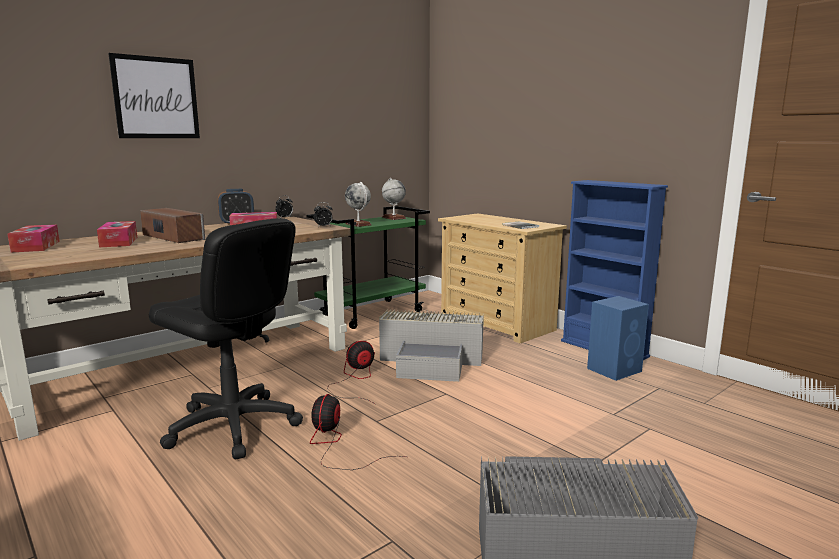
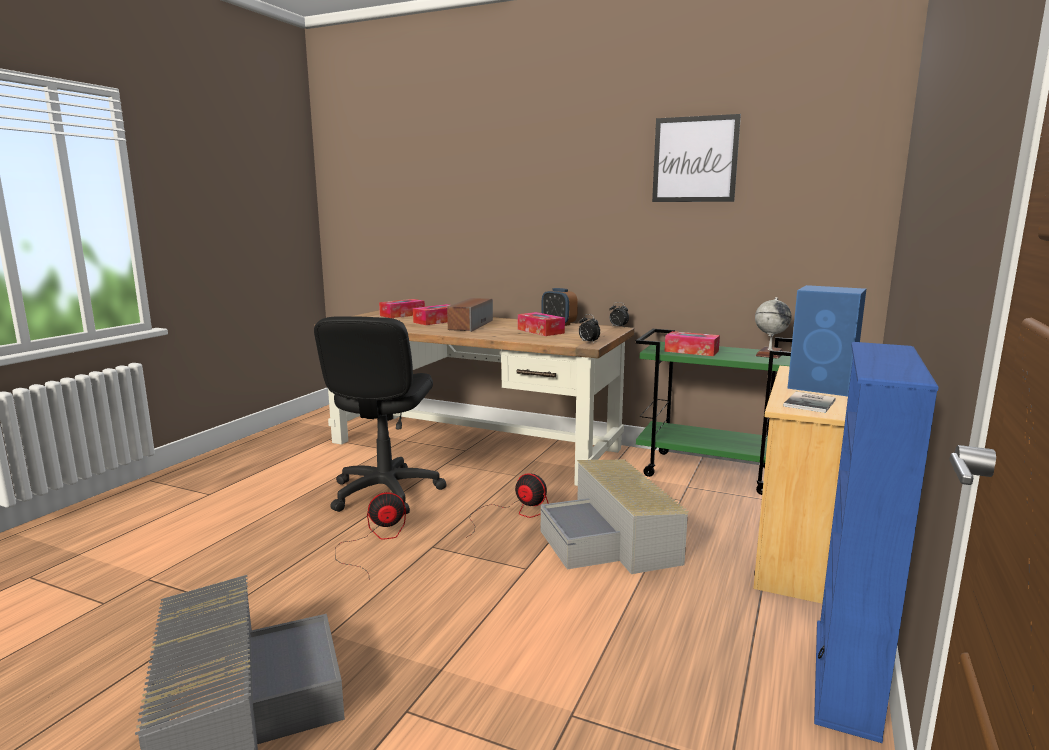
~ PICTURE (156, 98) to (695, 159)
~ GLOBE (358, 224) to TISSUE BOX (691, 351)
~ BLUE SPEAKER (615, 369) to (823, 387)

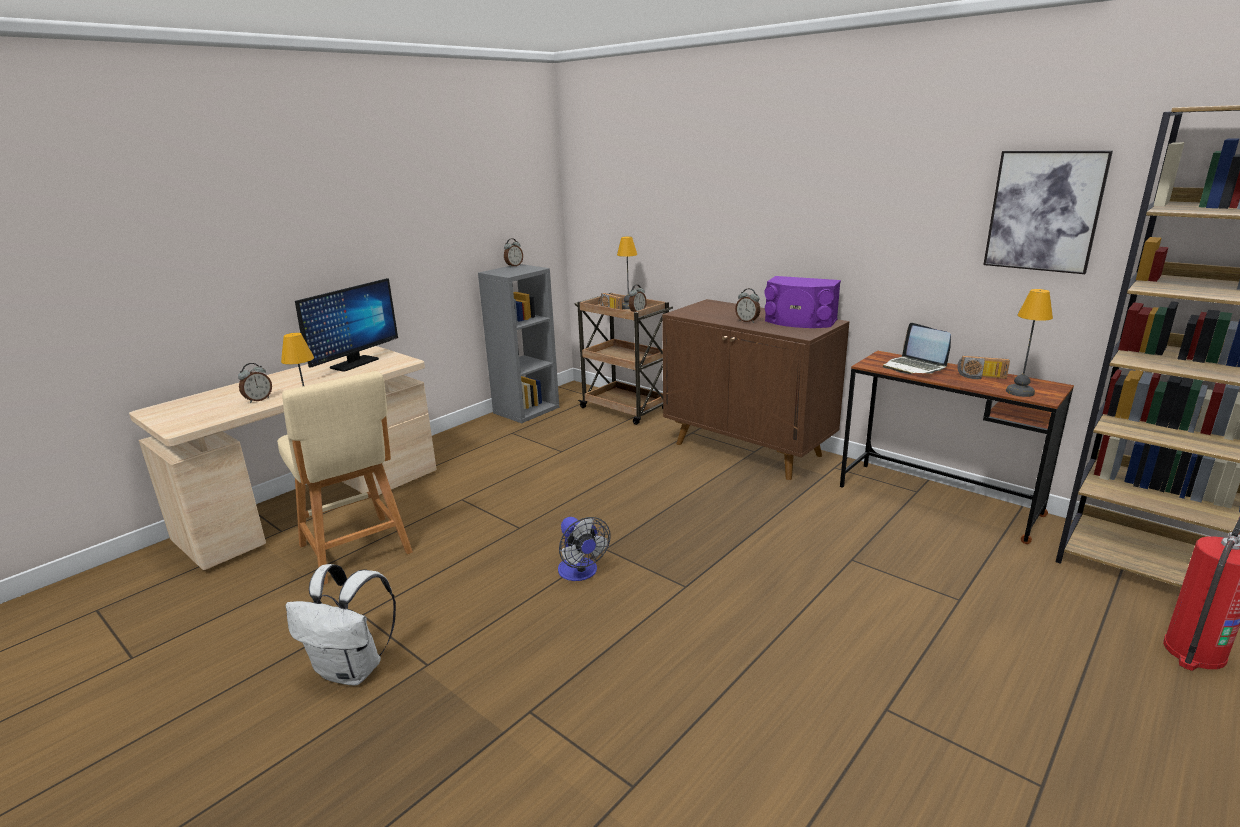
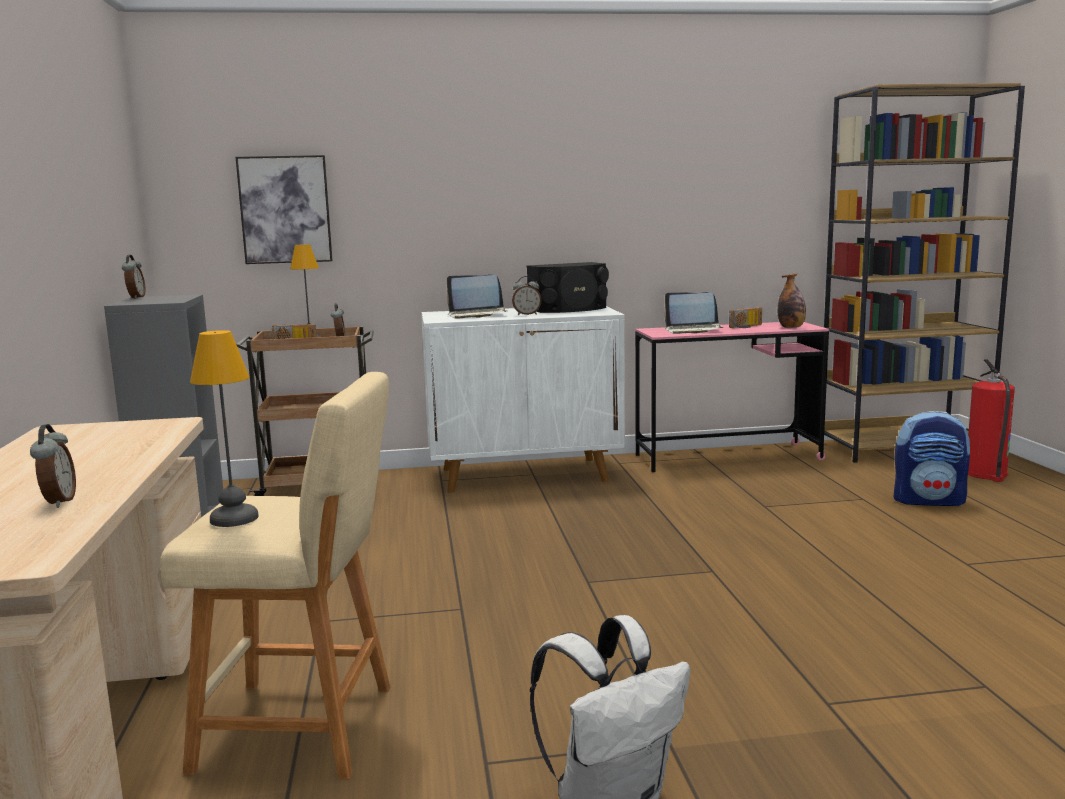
~ PICTURE (1044, 211) to (285, 210)
~ PURPLE SPEAKER (799, 321) to BLACK SPEAKER (569, 309)
- MONITOR (354, 363)
~ TABLE LAMP (1020, 392) to BOTTLE (791, 327)
~ BROWN CABINET (748, 450) to WHITE CABINET (525, 475)
~ BROWN DESK (937, 500) to PINK DESK (727, 457)
- FAN (580, 573)
+ LAPTOP (477, 315)
+ BACKPACK (929, 501)

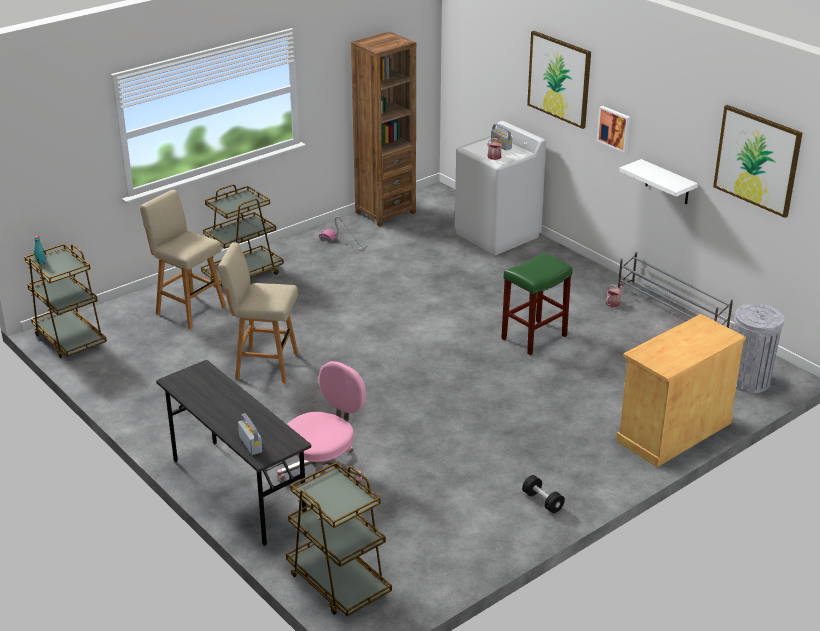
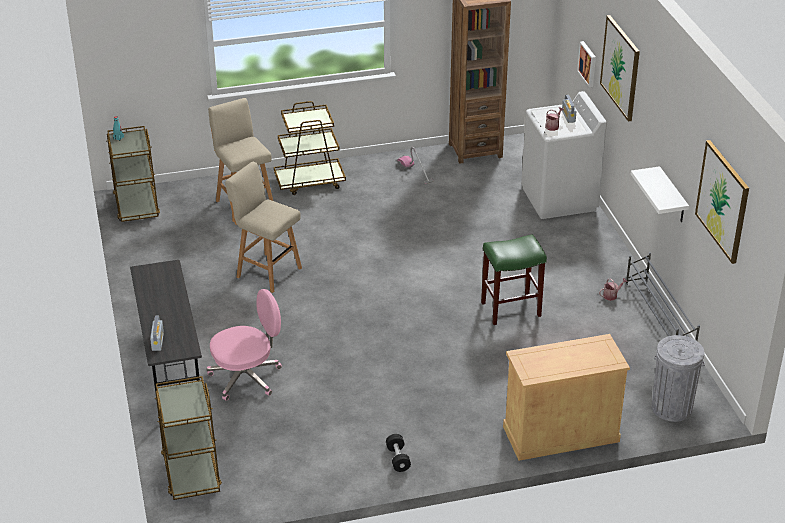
~ PICTURE (615, 128) to (588, 63)

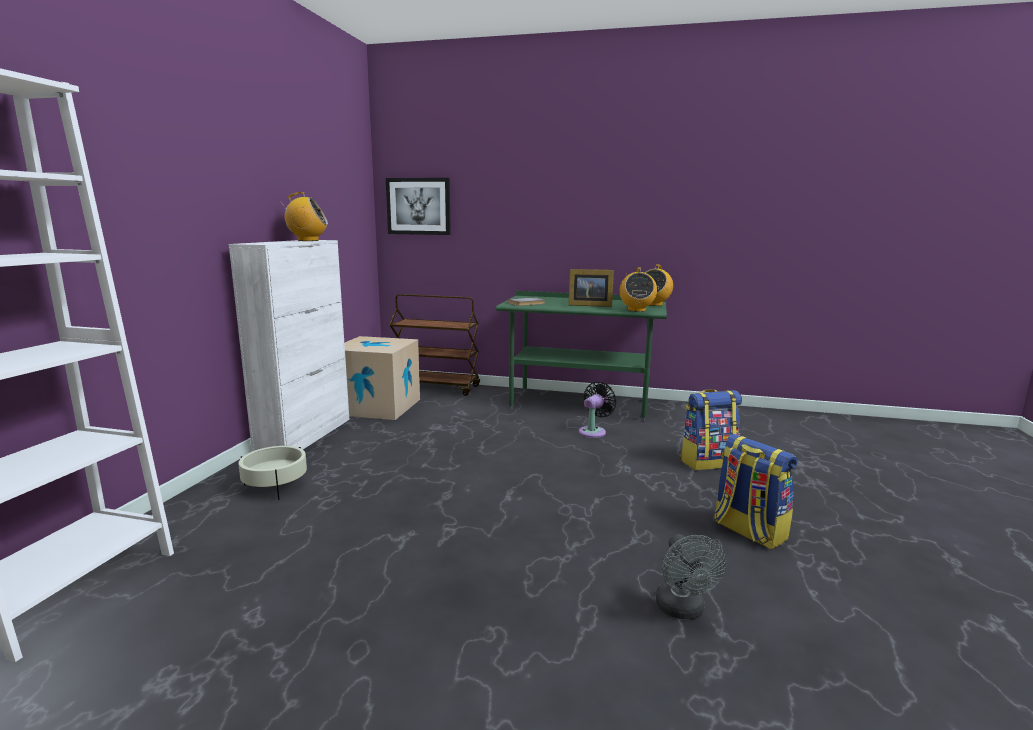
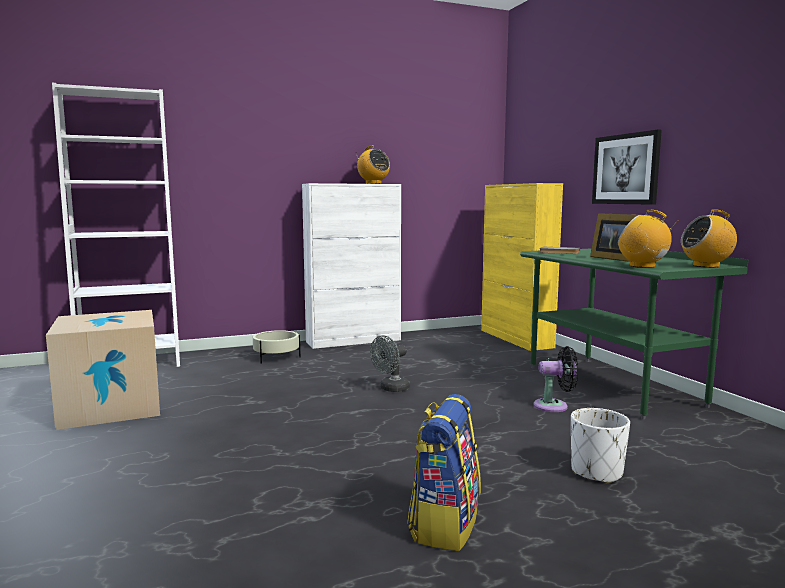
~ PICTURE (418, 206) to (625, 169)
~ RADIO (636, 310) = (642, 266) 75 degrees clockwise
~ BROWN CART (436, 388) to YELLOW CABINET (516, 339)
~ CARDBOARD BOX (378, 406) to (111, 407)
~ BACKPACK (708, 462) to WHITE PLANTER (596, 472)
~ GREY FAN (683, 610) to (391, 389)

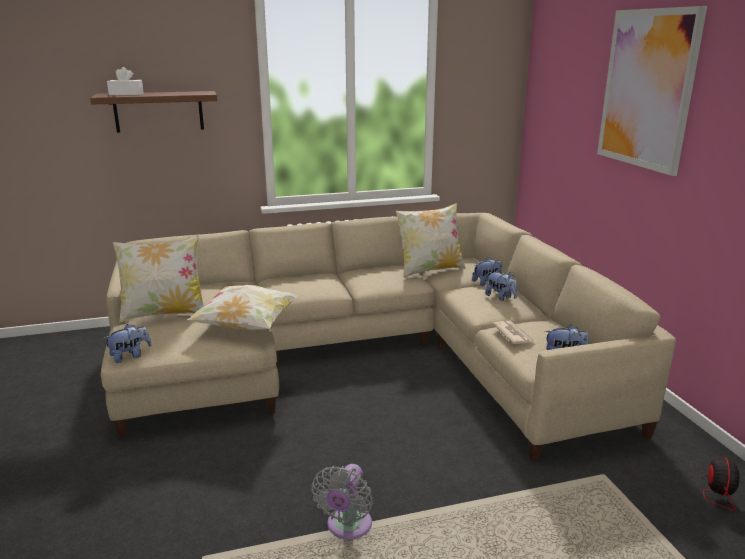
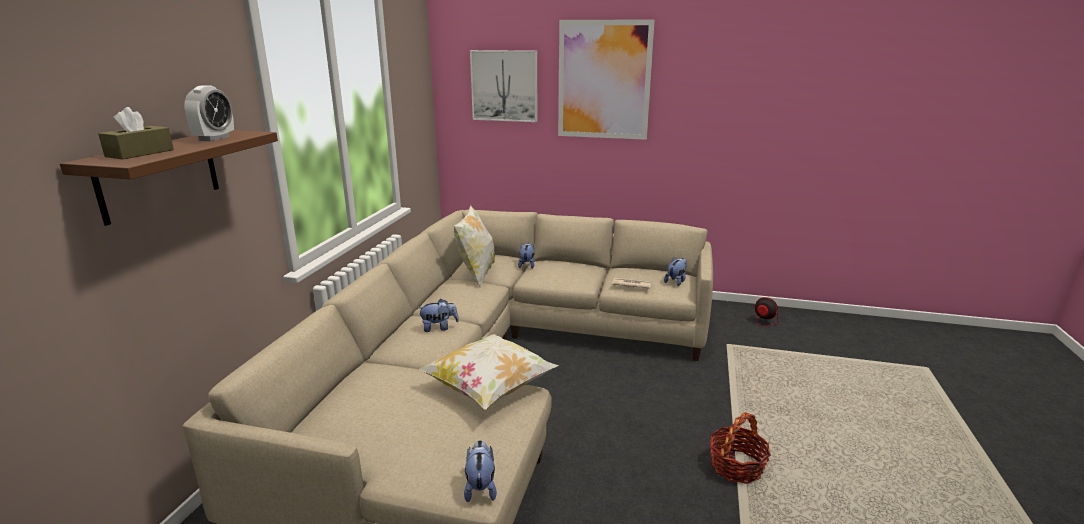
~ WHITE TISSUE BOX (126, 94) to BROWN TISSUE BOX (140, 153)
- PILLOW (164, 313)
~ PLUSH TOY (501, 297) to (439, 328)
~ GREY FAN (347, 527) to BASKET (736, 466)
+ PICTURE (504, 86)
+ ALARM CLOCK (214, 138)

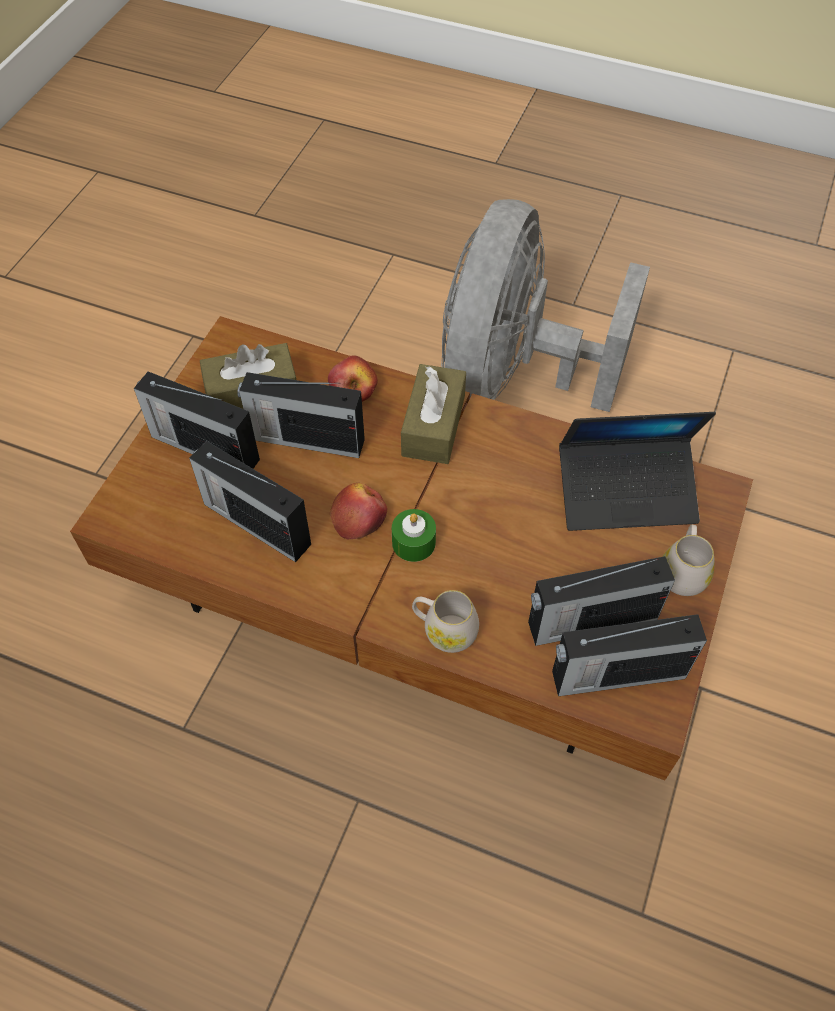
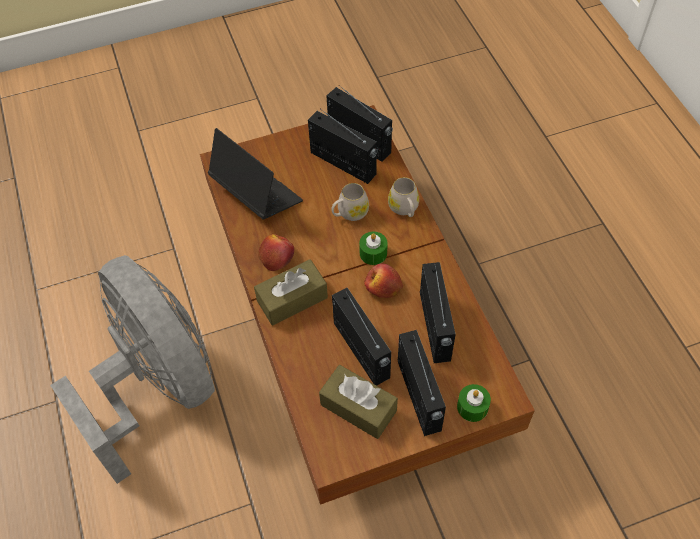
~ GREY FAN (513, 379) = (157, 386) 105 degrees counterclockwise
~ APPLE (353, 388) to (276, 256)
~ WHITE MUG (682, 572) to (349, 213)
+ GREEN CANDLE (472, 407)

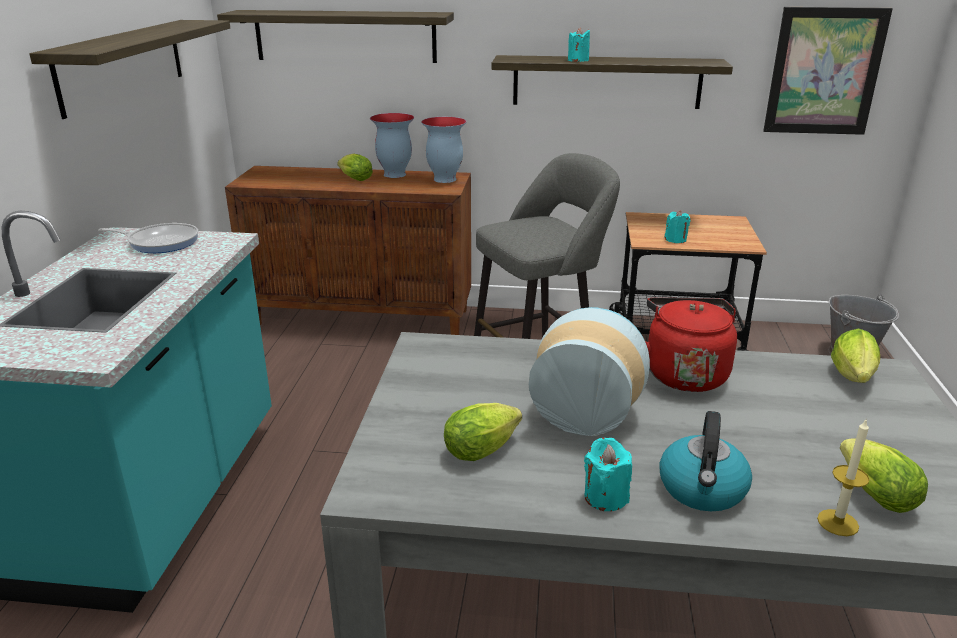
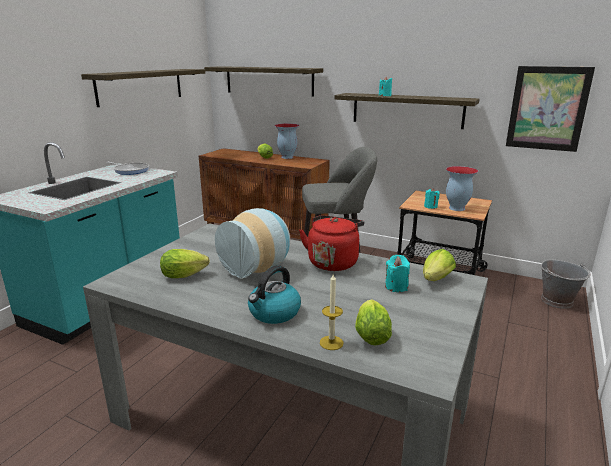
~ VASE (444, 179) to (456, 208)
~ TURQUOISE CANDLE (605, 497) to (396, 287)

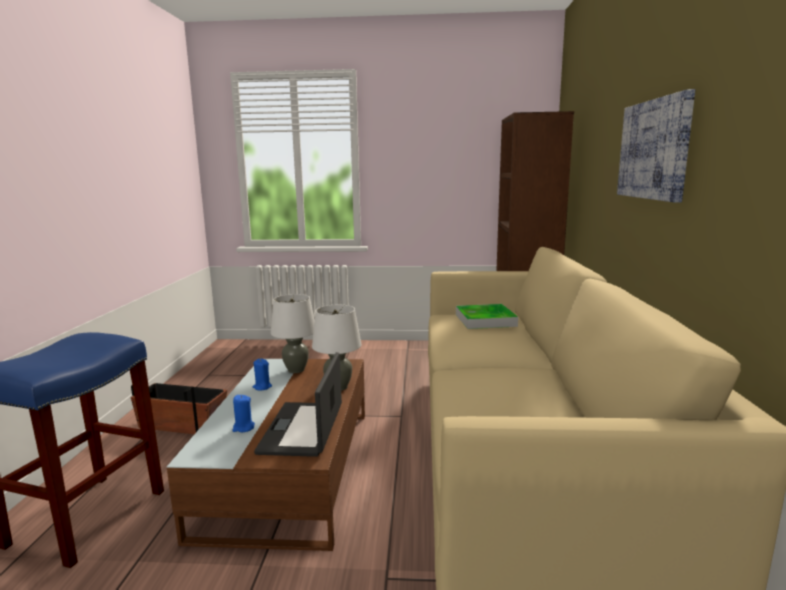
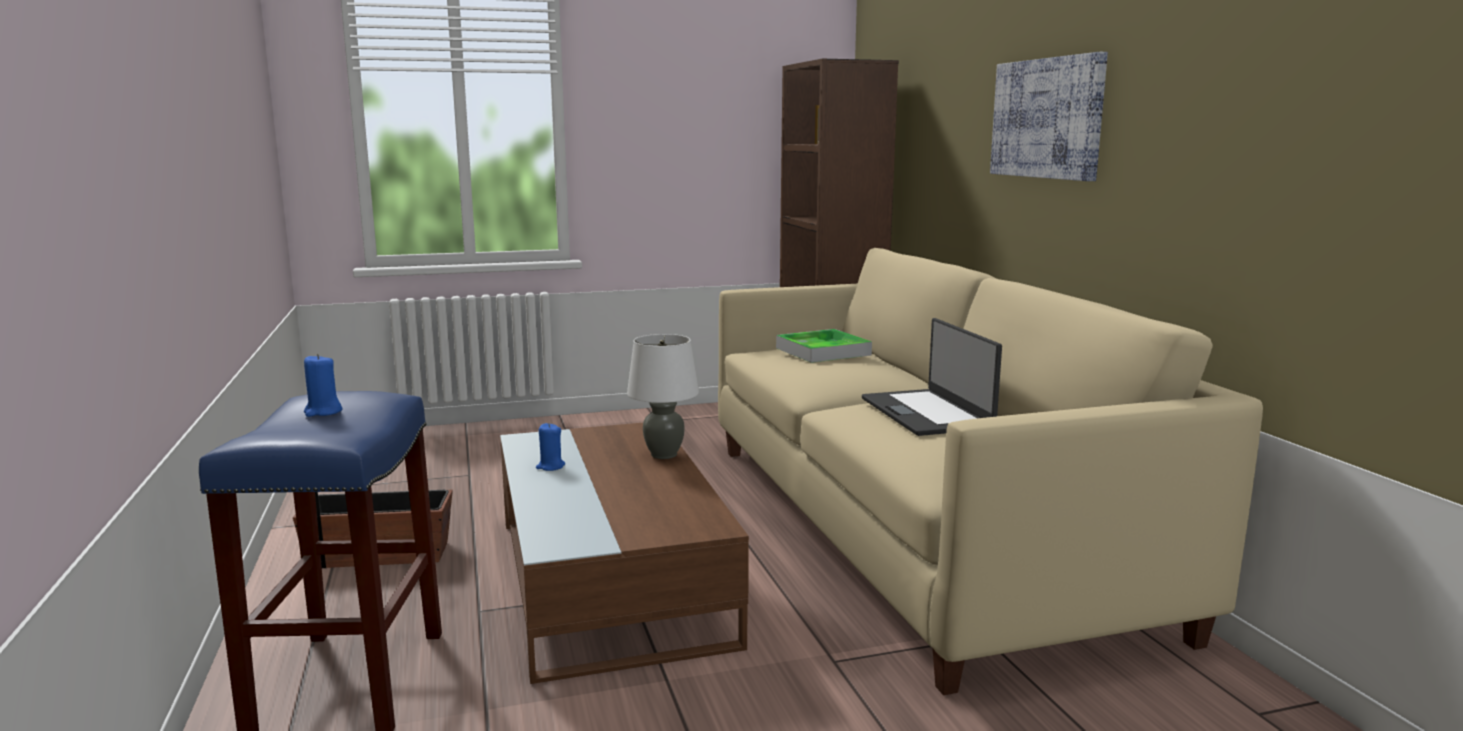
- WHITE TABLE LAMP (296, 370)
~ LAPTOP (303, 429) to (927, 413)
~ BLUE CANDLE (243, 428) to (323, 412)

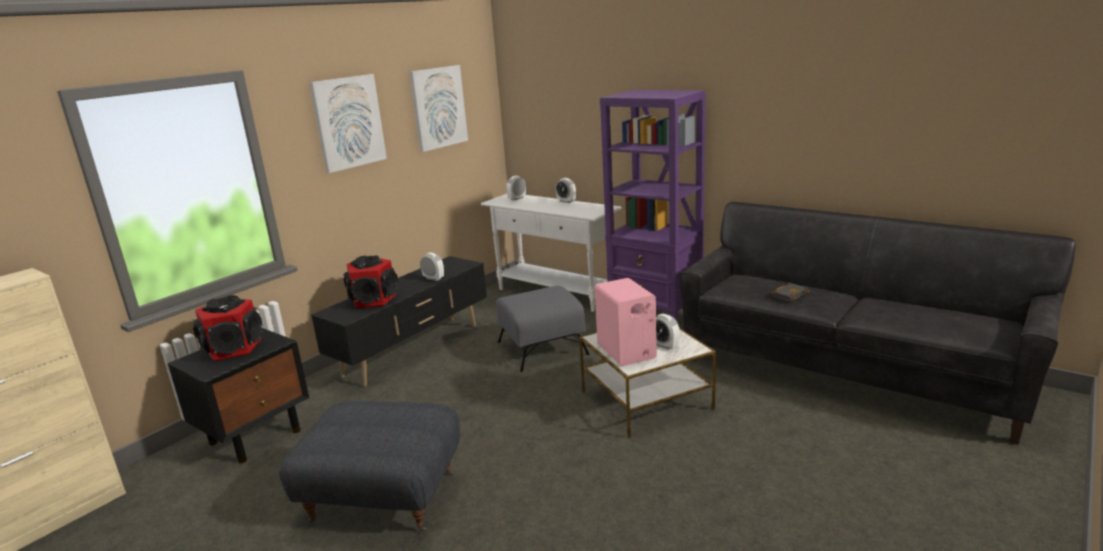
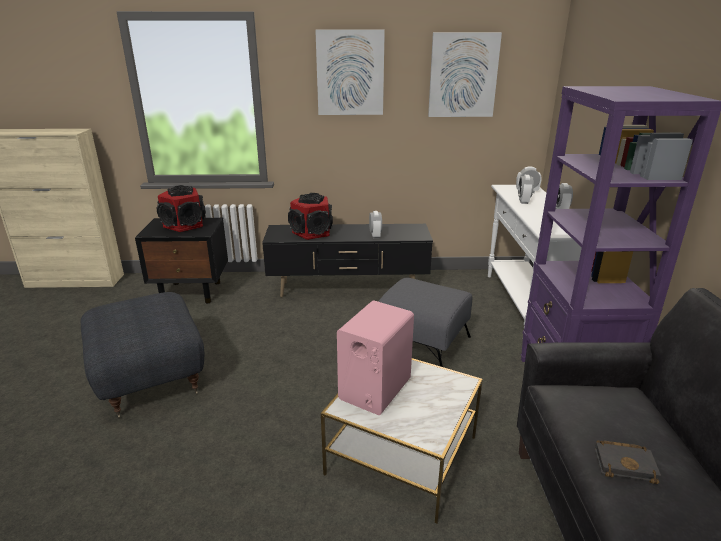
~ ALARM CLOCK (664, 345) to (523, 201)

